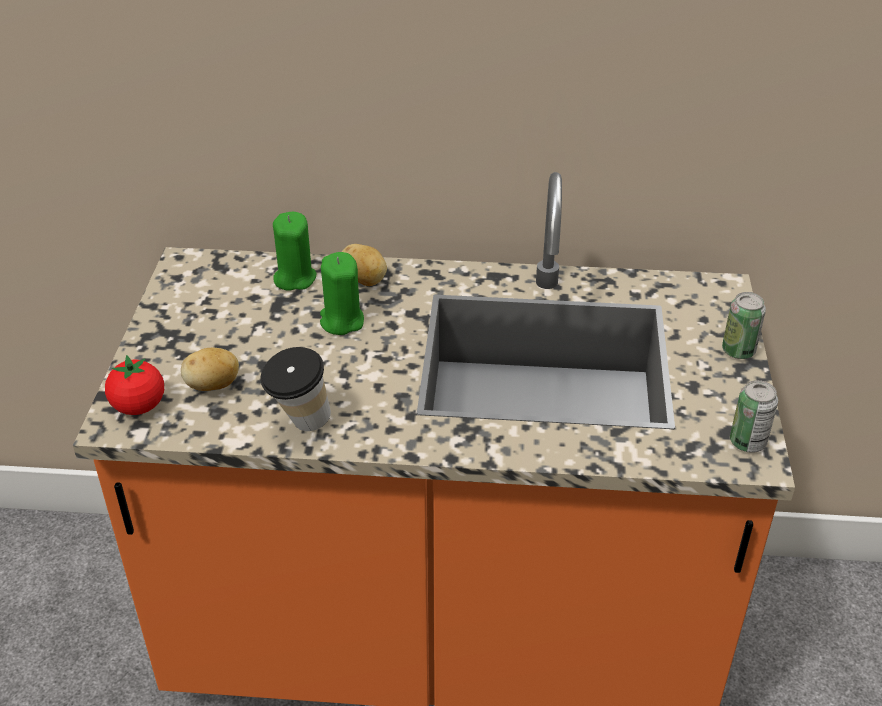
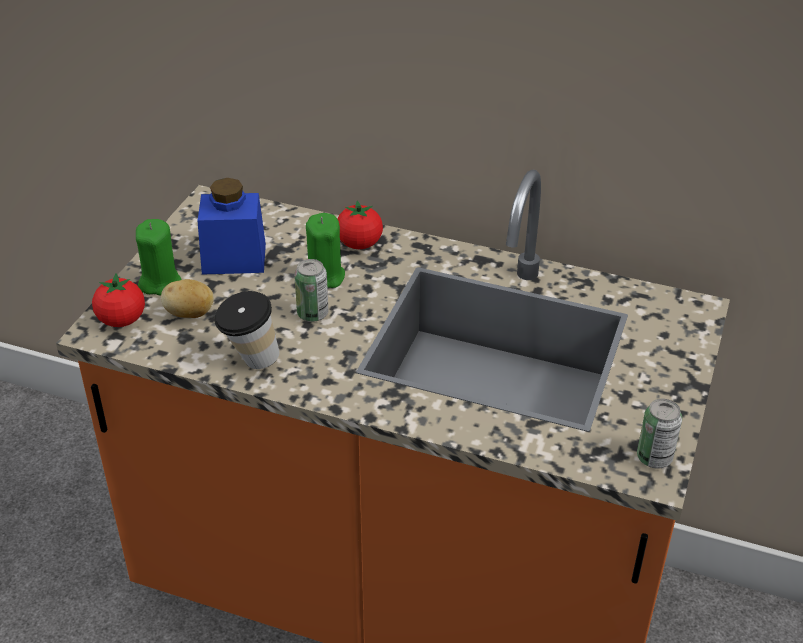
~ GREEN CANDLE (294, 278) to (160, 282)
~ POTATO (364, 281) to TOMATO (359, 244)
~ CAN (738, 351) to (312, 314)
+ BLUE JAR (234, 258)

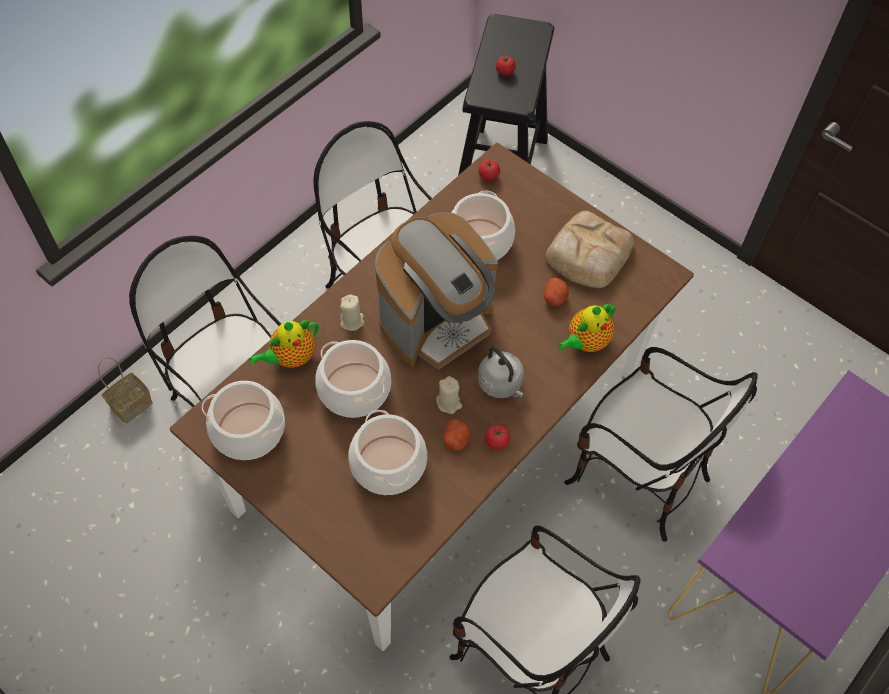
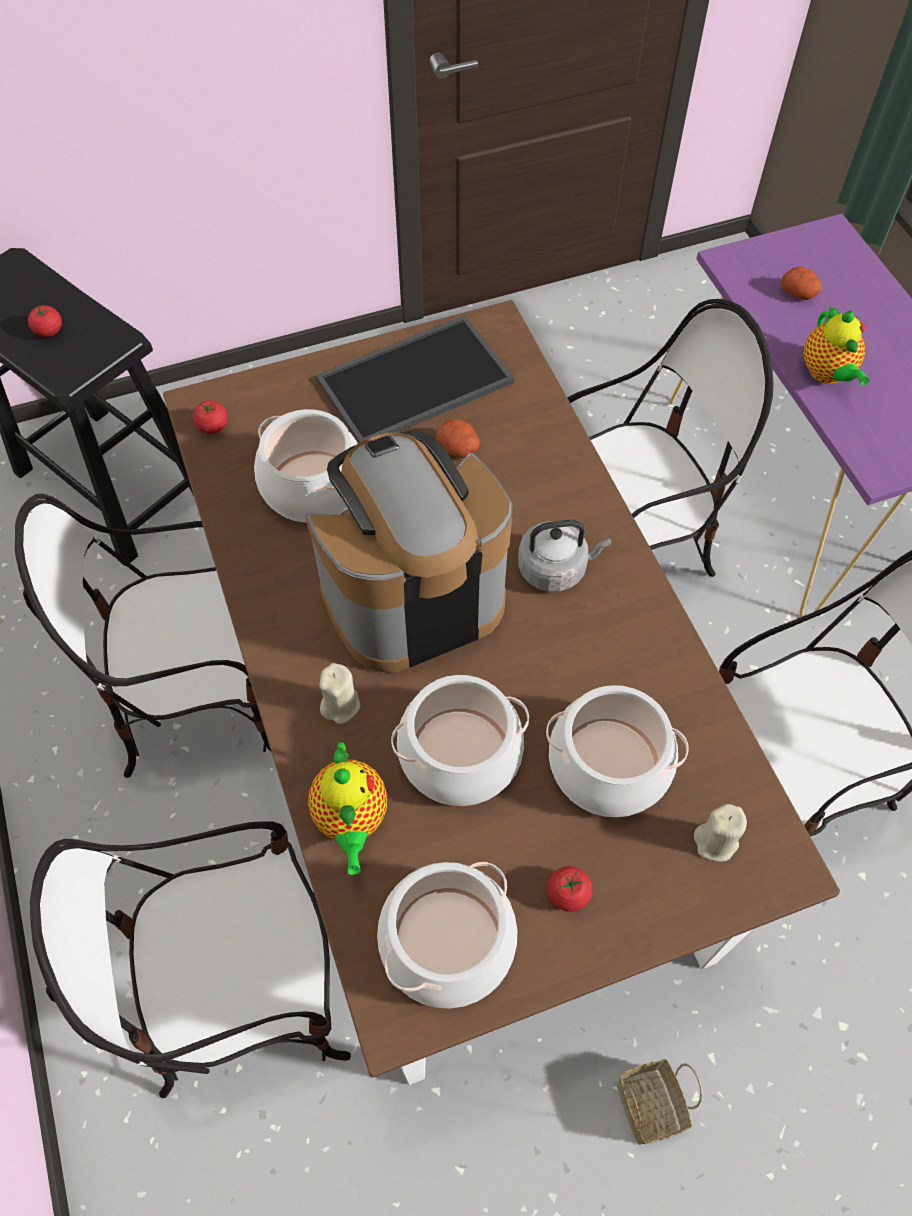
~ BREAD (587, 254) to TRAY (414, 383)
~ COFFEE MACHINE (437, 322) = (412, 597) 105 degrees counterclockwise
~ TEAPOT (586, 342) to (827, 374)
~ BASKET (132, 403) to (646, 1104)
~ BEIGE CANDLE (449, 403) to (716, 841)
~ POTATO (457, 440) to (798, 293)
~ TOMATO (496, 441) to (568, 894)

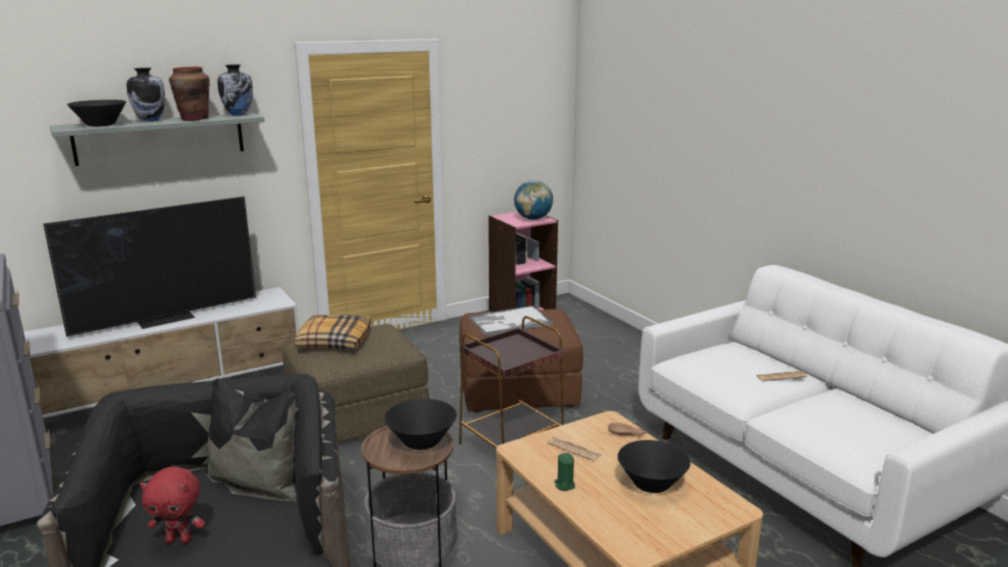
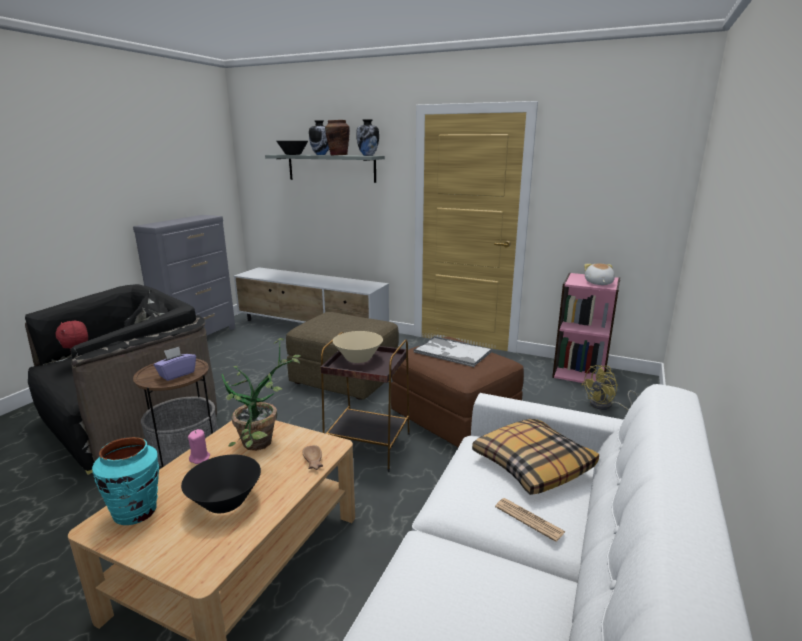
~ GLOBE (533, 219) to PLUSH TOY (598, 283)
- TELEVISION (166, 318)
~ PILLOW (334, 341) to (532, 464)
~ BLACK BOWL (421, 442) to PURPLE TISSUE BOX (177, 374)
~ NEWSPAPER (574, 449) to POTTED PLANT (263, 445)
~ GREEN CANDLE (564, 485) to PINK CANDLE (200, 458)
+ BEIGE BOWL (358, 359)
+ YELLOW FAN (605, 406)
+ TURQUOISE VASE (136, 512)

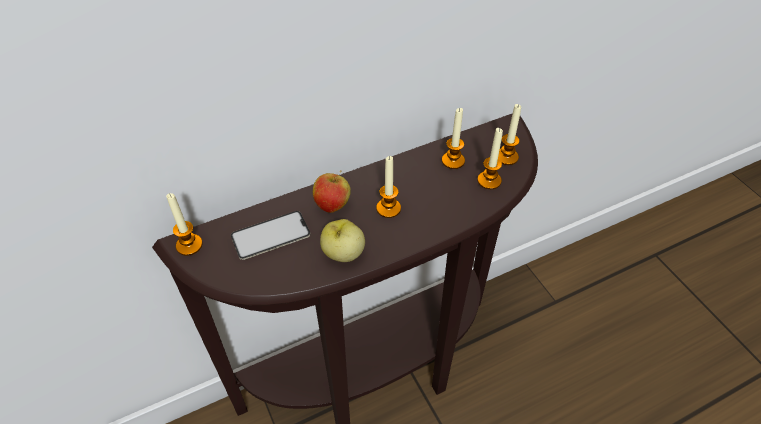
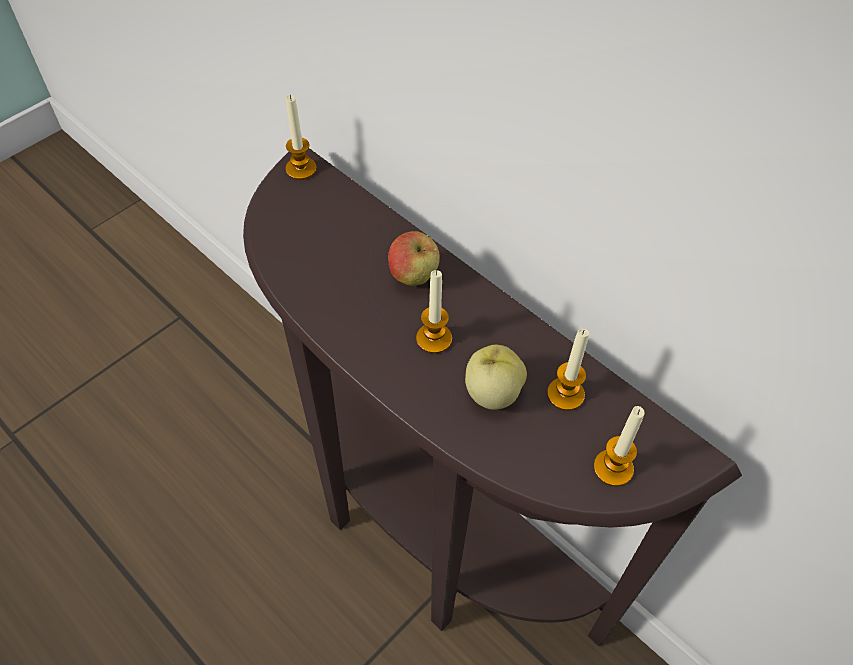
- CANDLE (489, 180)
- PHONE (270, 235)
~ APPLE (343, 253) to (492, 392)

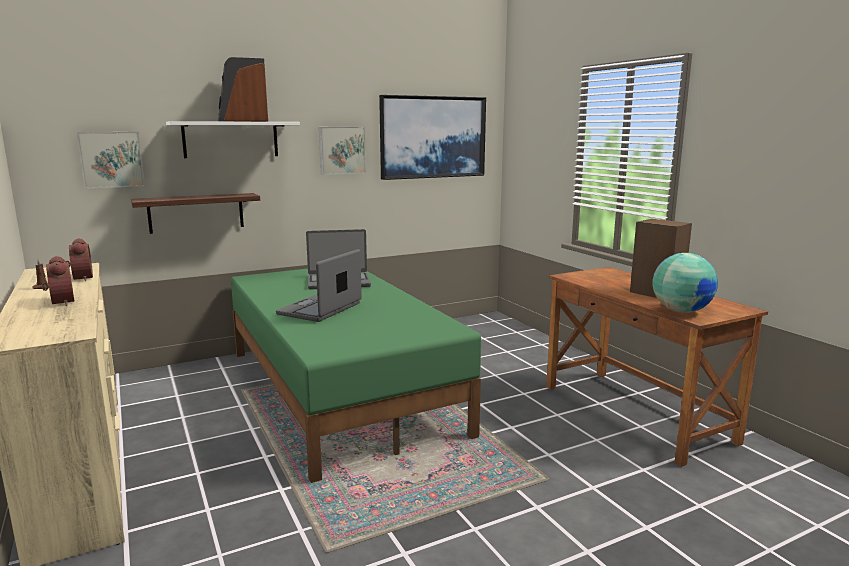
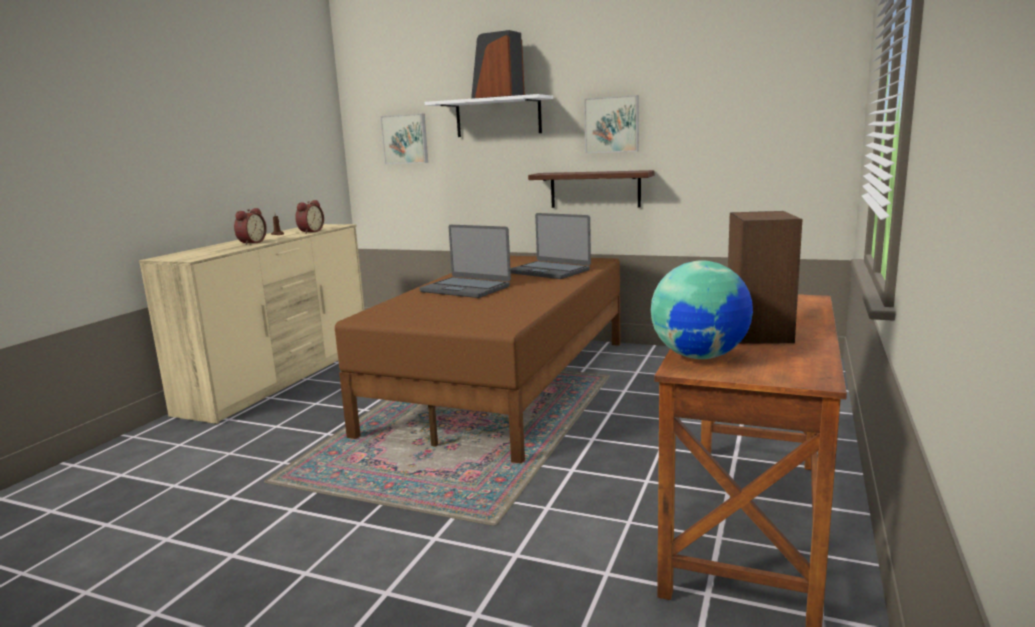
- PICTURE (433, 137)
~ SHELF (196, 213) to (595, 189)
~ LAPTOP (320, 309) = (466, 289) 135 degrees counterclockwise
~ GREEN BED (340, 389) to BROWN BED (507, 383)

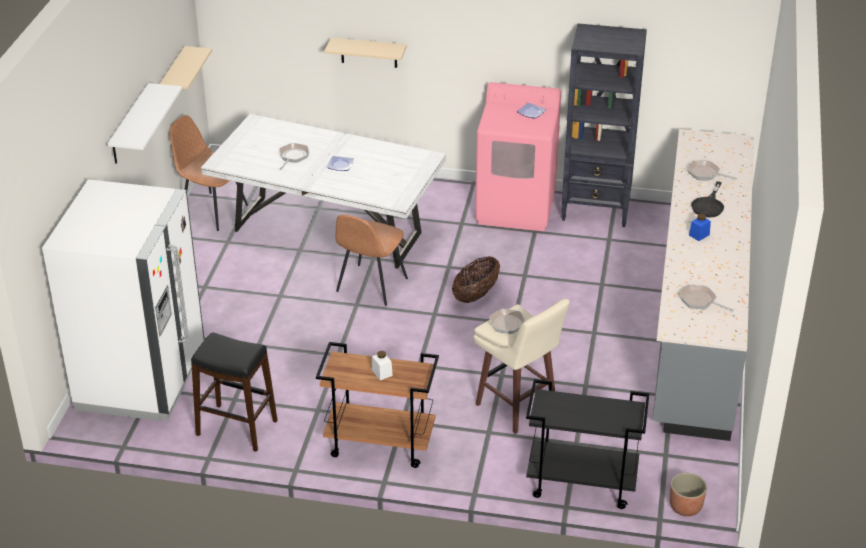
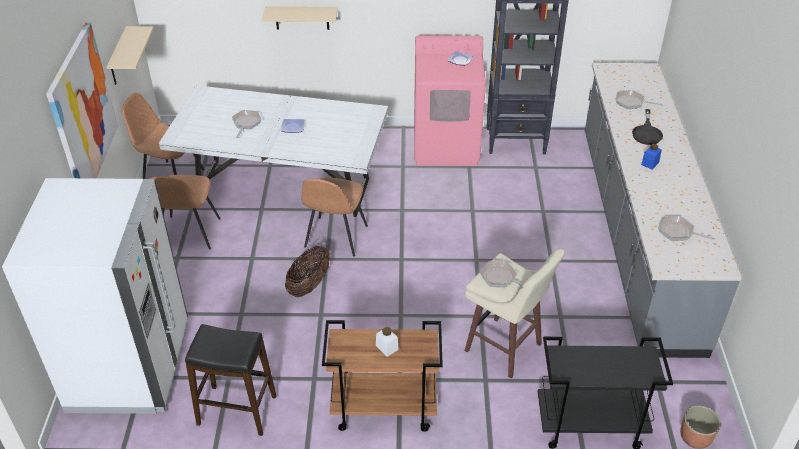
~ WHITE SHELF (130, 125) to PICTURE (83, 111)
~ BASKET (475, 295) to (309, 285)
+ BROWN CHAIR (189, 234)

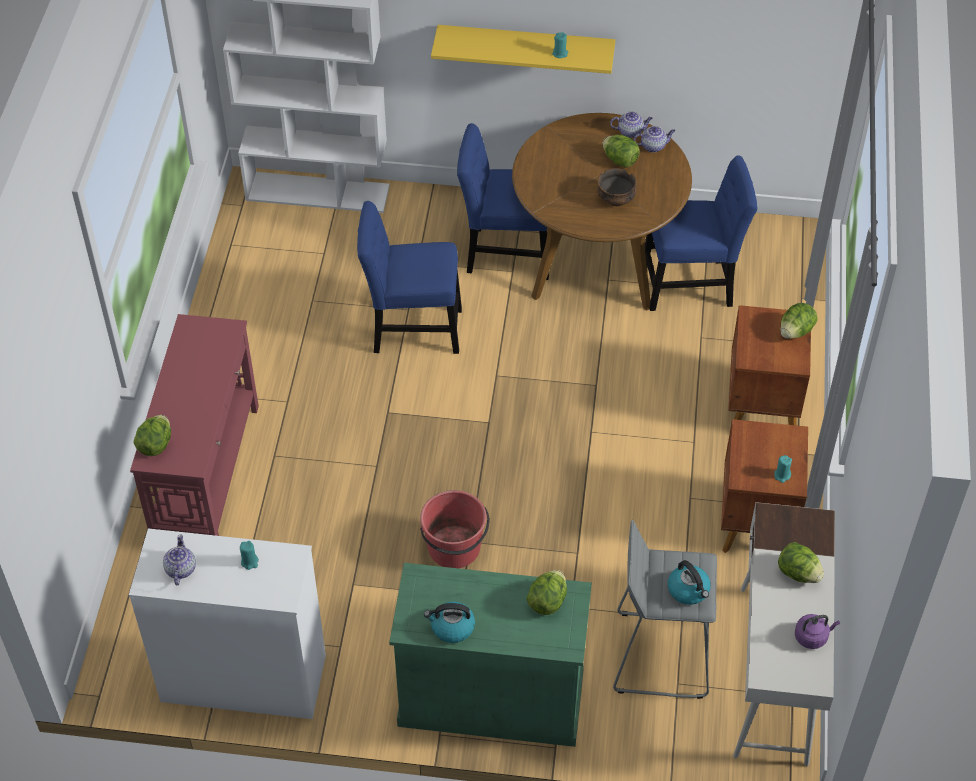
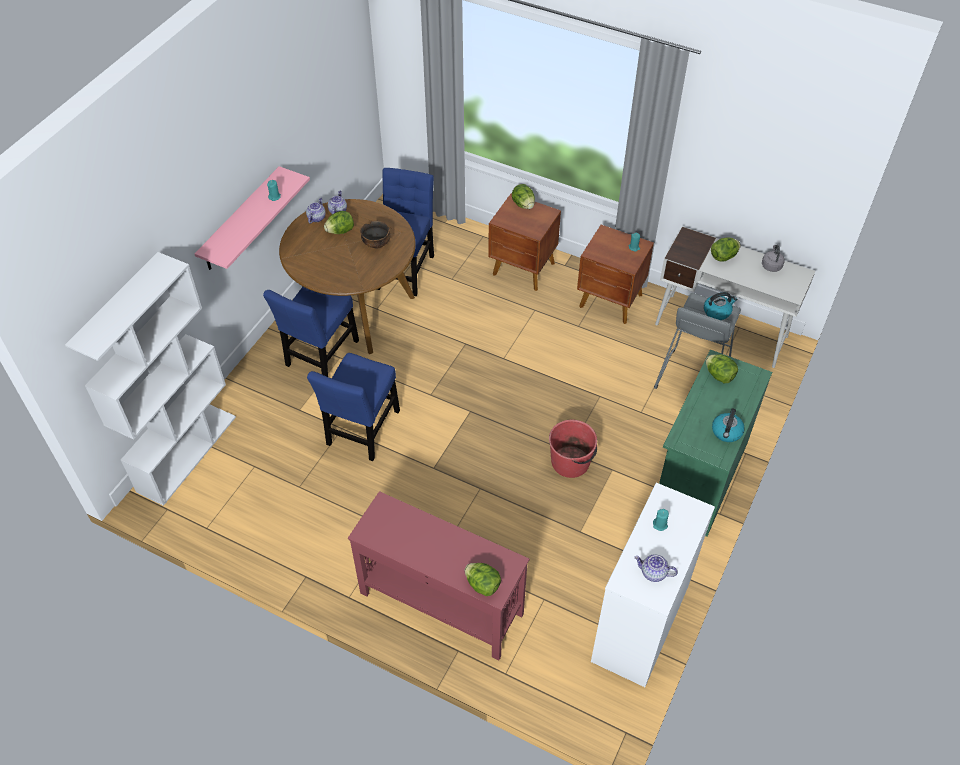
~ YELLOW SHELF (525, 47) to PINK SHELF (241, 220)
~ PURPLE KETTLE (812, 637) to GREY KETTLE (771, 265)

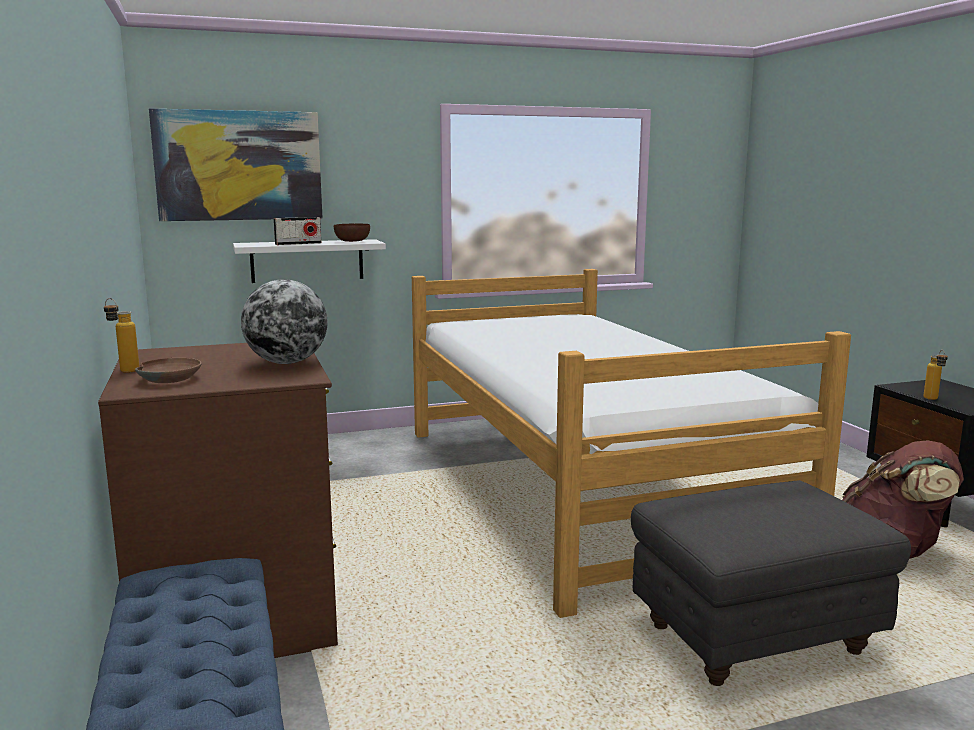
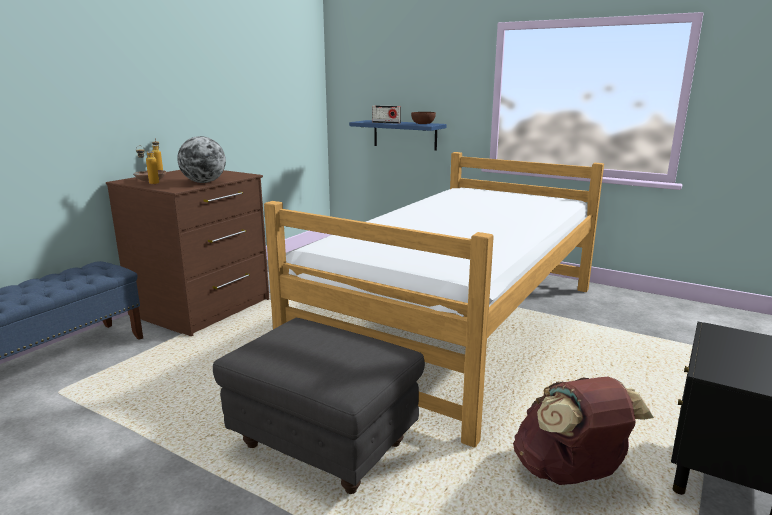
- PICTURE (239, 166)
~ WHITE SHELF (307, 261) to BLUE SHELF (405, 135)
~ BOTTLE (933, 399) to (150, 184)

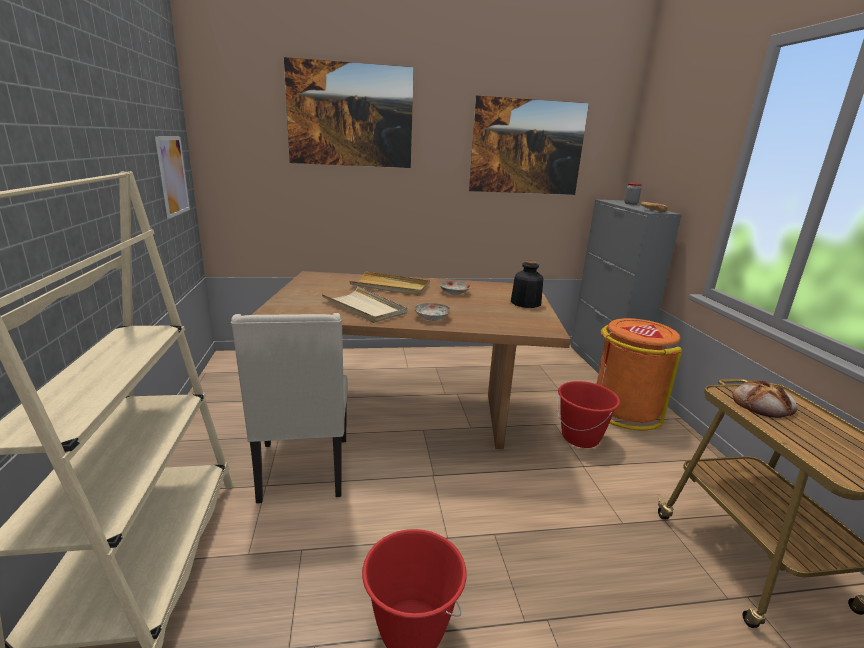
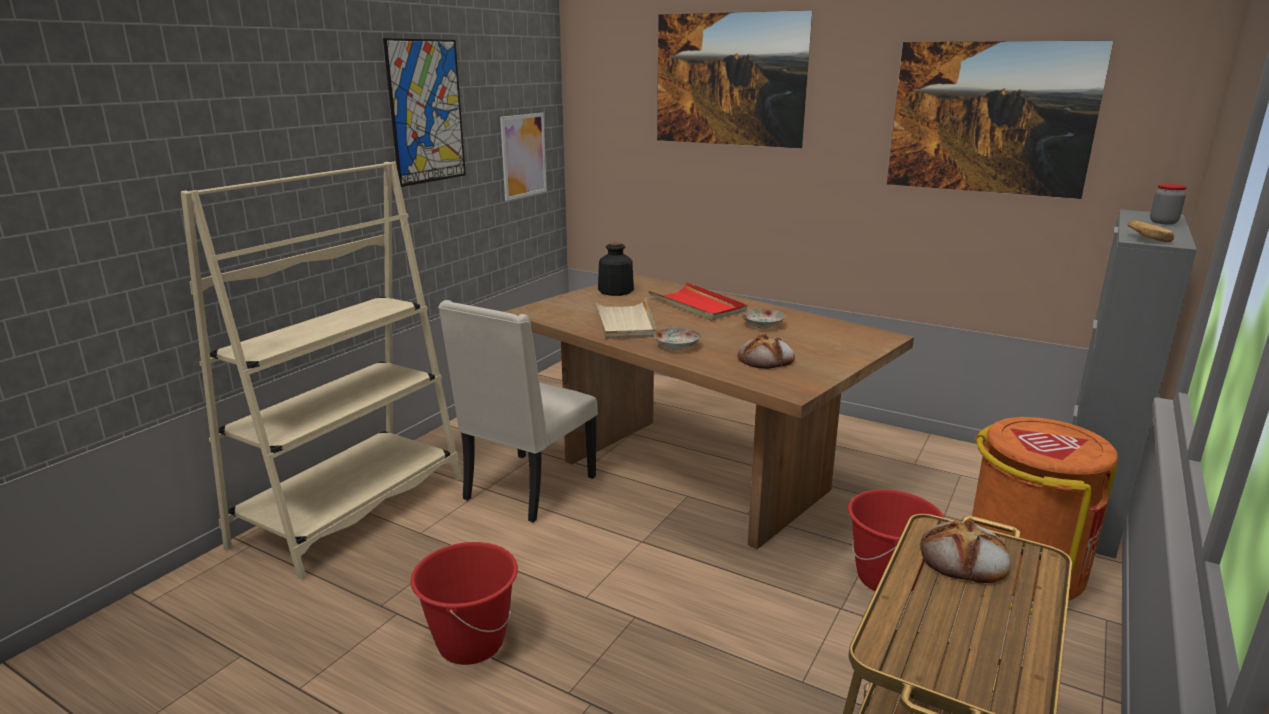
~ BOTTLE (525, 303) to (615, 291)
~ BEIGE TRAY (391, 286) to RED TRAY (697, 305)
+ PICTURE (426, 112)
+ BREAD (766, 359)

